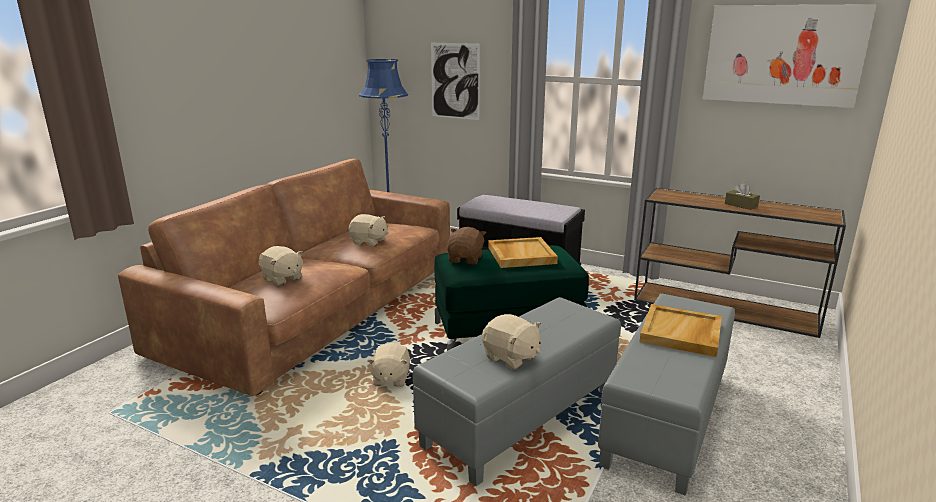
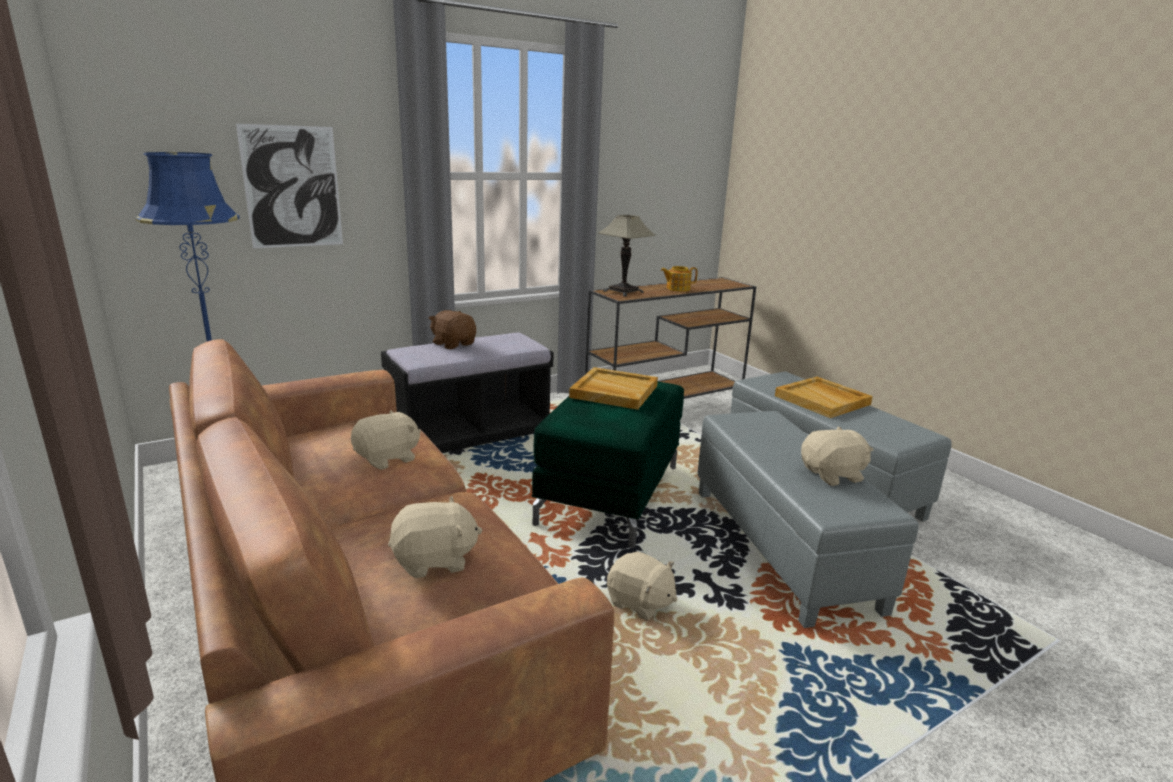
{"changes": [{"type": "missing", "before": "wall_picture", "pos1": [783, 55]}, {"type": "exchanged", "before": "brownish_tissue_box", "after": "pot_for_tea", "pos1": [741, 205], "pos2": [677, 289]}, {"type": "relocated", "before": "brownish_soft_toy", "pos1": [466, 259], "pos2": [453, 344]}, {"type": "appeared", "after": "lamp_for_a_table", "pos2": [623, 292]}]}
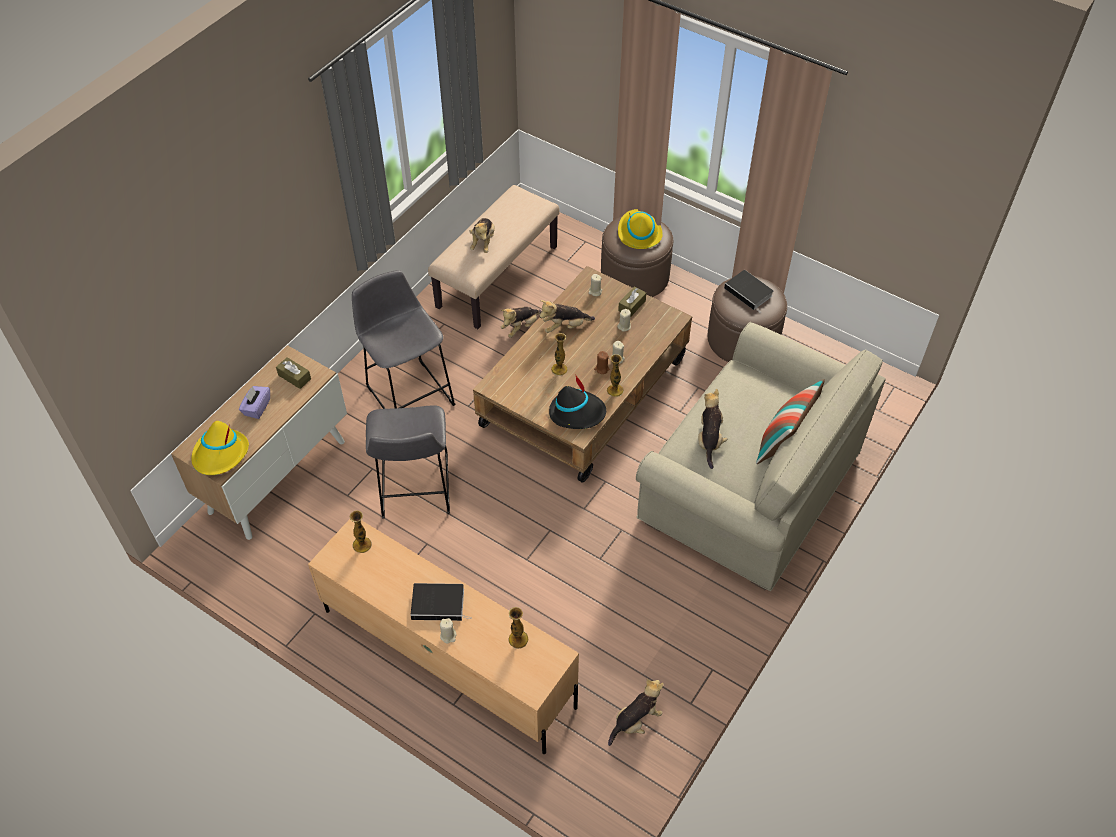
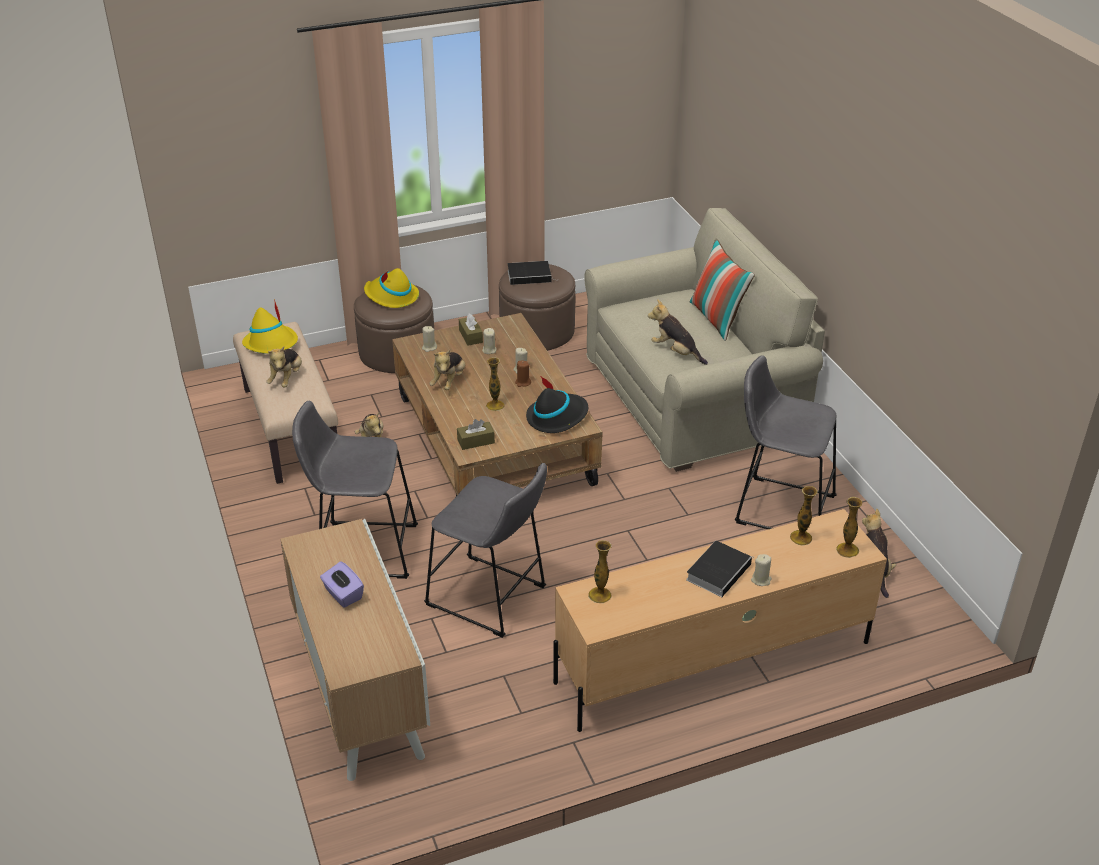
{"changes": [{"type": "spun", "before": "soft_toy", "pos1": [483, 242], "pos2": [287, 378], "turn": 60}, {"type": "relocated", "before": "decorative_vase", "pos1": [615, 390], "pos2": [847, 550]}, {"type": "relocated", "before": "brownish_tissue_box", "pos1": [294, 377], "pos2": [476, 441]}, {"type": "relocated", "before": "yellow-coloured_wearable_hat", "pos1": [220, 455], "pos2": [272, 344]}, {"type": "appeared", "after": "greyish_stool_seat", "pos2": [779, 507]}]}
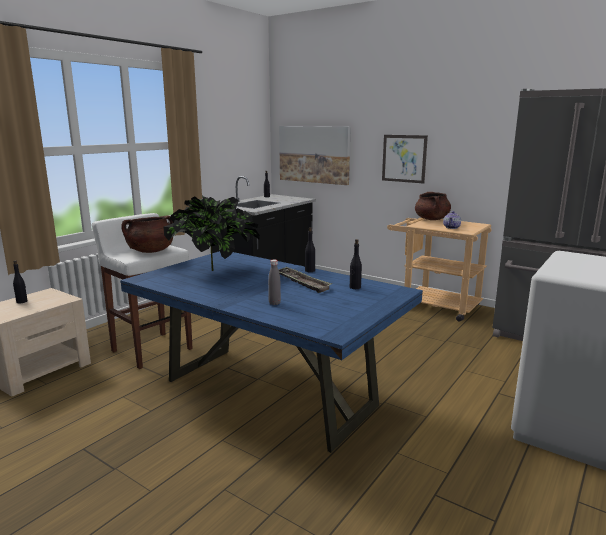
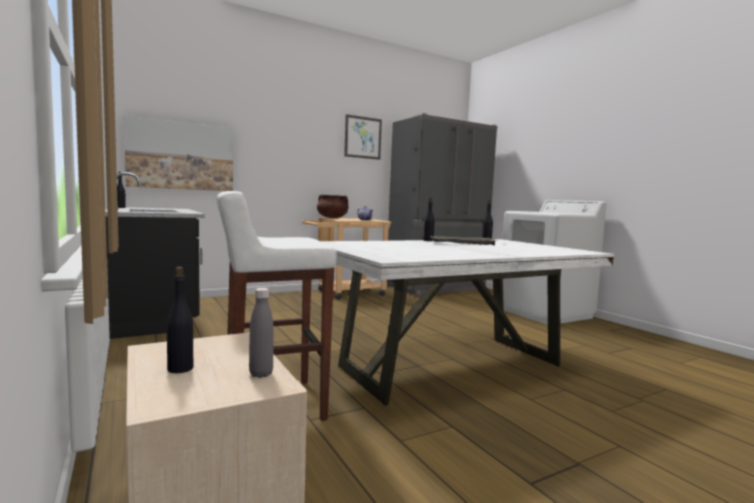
{"changes": [{"type": "relocated", "before": "wall_picture", "pos1": [404, 158], "pos2": [363, 137]}, {"type": "missing", "before": "houseplant", "pos1": [215, 270]}, {"type": "missing", "before": "brownish_cooking_pot", "pos1": [150, 251]}, {"type": "colour", "before": "blue_dinner_table", "after": "white_dinner_table", "pos1": [267, 393], "pos2": [451, 367]}, {"type": "relocated", "before": "greyish_bottle", "pos1": [274, 303], "pos2": [261, 374]}]}
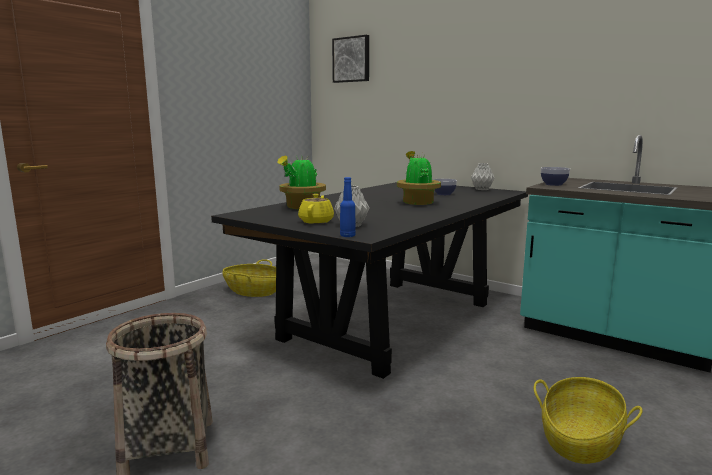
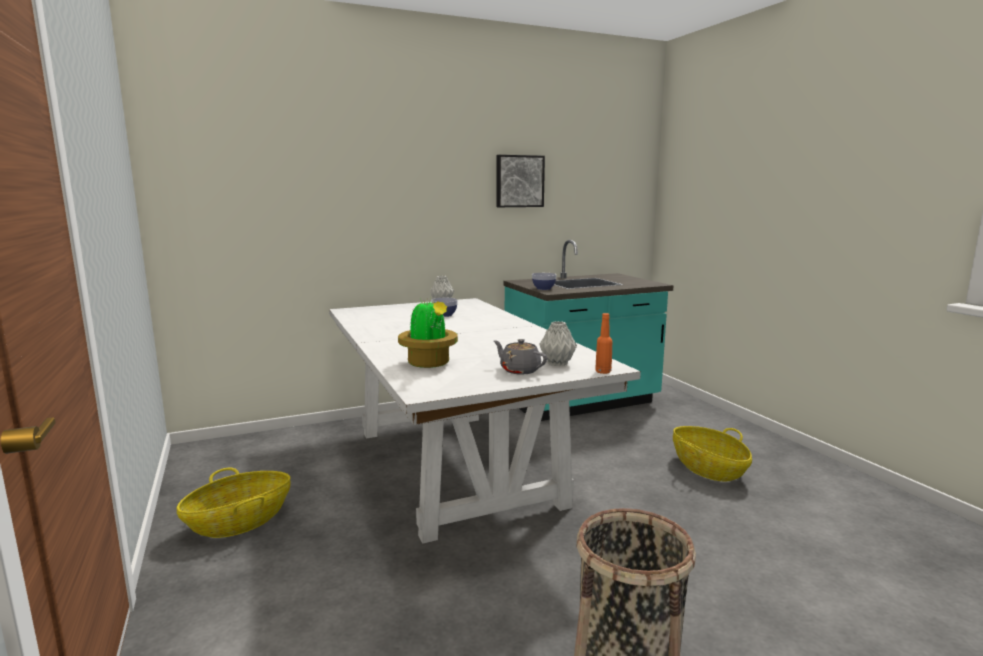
{"changes": [{"type": "relocated", "before": "wall_picture", "pos1": [352, 59], "pos2": [519, 181]}, {"type": "missing", "before": "houseplant", "pos1": [417, 203]}, {"type": "colour", "before": "blue_bottle", "after": "orange_bottle", "pos1": [347, 236], "pos2": [603, 372]}, {"type": "colour", "before": "black_dinner_table", "after": "white_dinner_table", "pos1": [389, 321], "pos2": [455, 467]}, {"type": "colour", "before": "yellow-coloured_pot_for_tea", "after": "greyish_pot_for_tea", "pos1": [316, 221], "pos2": [519, 370]}]}
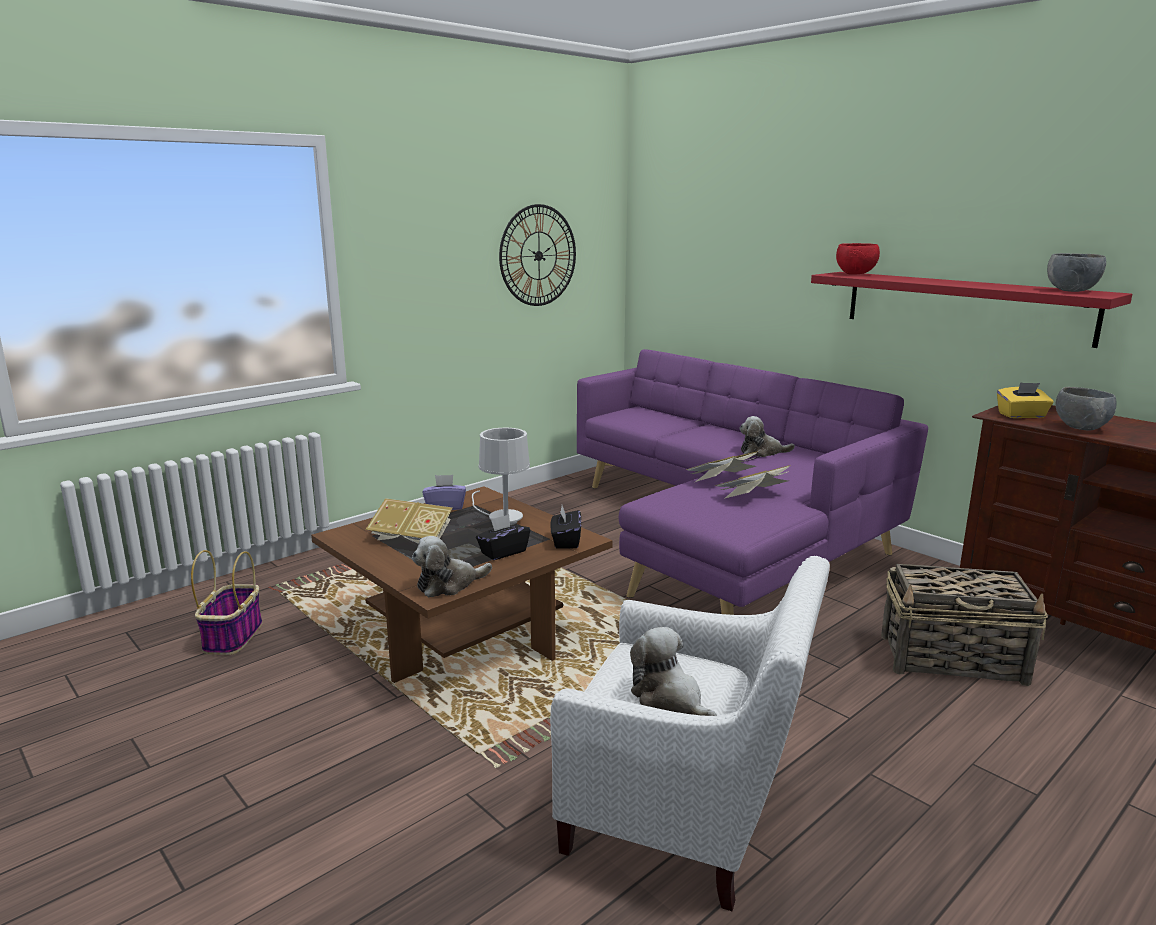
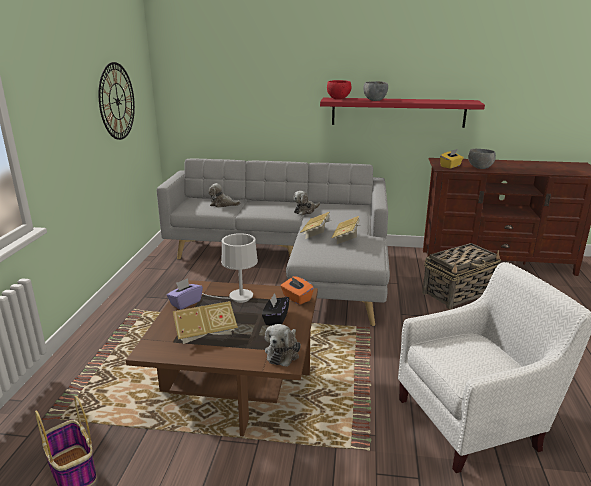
{"changes": [{"type": "relocated", "before": "greyish_bowl", "pos1": [1070, 290], "pos2": [374, 100]}, {"type": "colour", "before": "purple-coloured_settee", "after": "greyish_settee", "pos1": [727, 537], "pos2": [293, 266]}, {"type": "colour", "before": "black_tissue_box", "after": "orange_tissue_box", "pos1": [566, 541], "pos2": [296, 298]}, {"type": "relocated", "before": "soft_toy", "pos1": [670, 699], "pos2": [222, 204]}]}
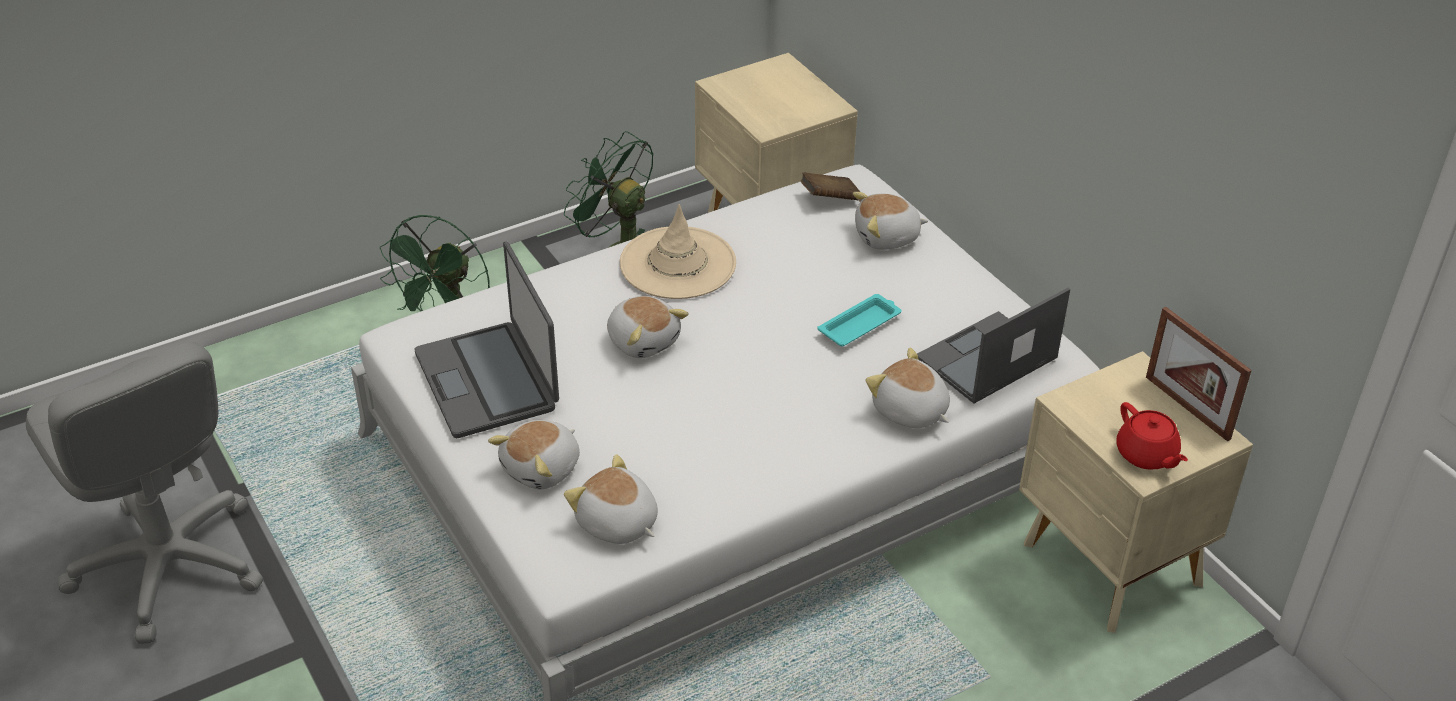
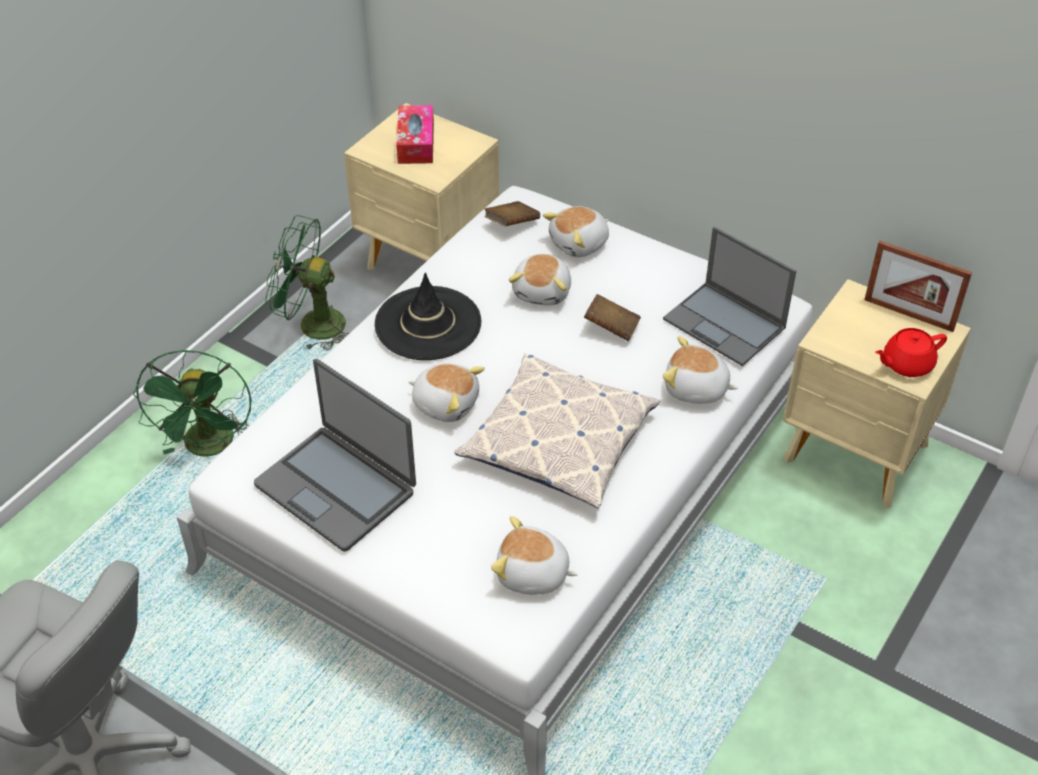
{"changes": [{"type": "colour", "before": "sand-coloured_wearable_hat", "after": "black_wearable_hat", "pos1": [677, 263], "pos2": [428, 324]}, {"type": "spun", "before": "portable_computer", "pos1": [985, 359], "pos2": [725, 324], "turn": -75}, {"type": "exchanged", "before": "turquoise_serving_tray", "after": "brownish_book", "pos1": [860, 324], "pos2": [611, 328]}, {"type": "spun", "before": "red_pot_for_tea", "pos1": [1146, 455], "pos2": [906, 364], "turn": 120}, {"type": "relocated", "before": "soft_toy", "pos1": [542, 468], "pos2": [543, 291]}, {"type": "appeared", "after": "tissue_box", "pos2": [416, 143]}, {"type": "appeared", "after": "throw_pillow", "pos2": [558, 440]}]}
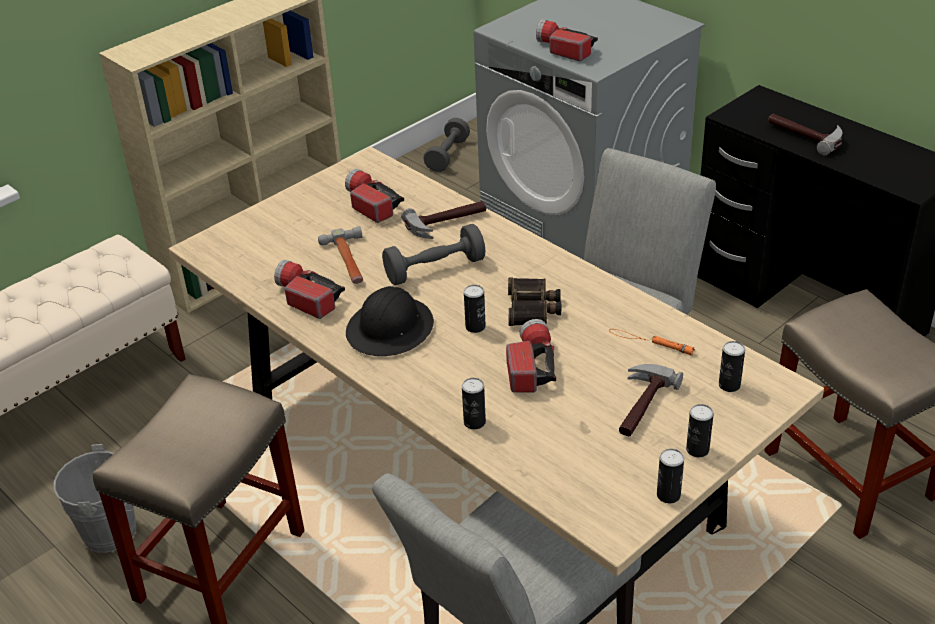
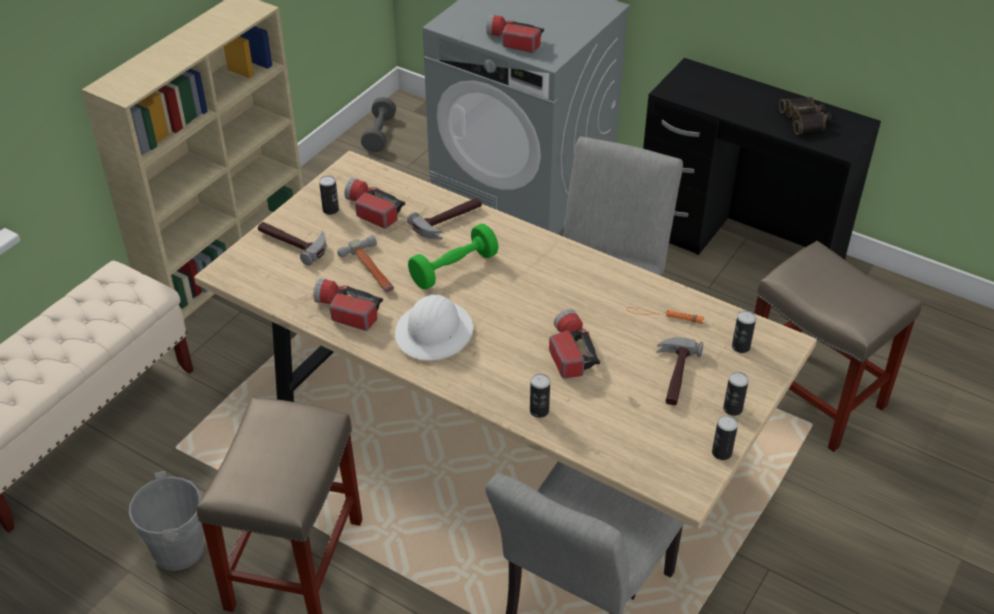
{"changes": [{"type": "relocated", "before": "hammer", "pos1": [805, 136], "pos2": [294, 243]}, {"type": "colour", "before": "greyish_hand_weight", "after": "greenish_hand_weight", "pos1": [435, 269], "pos2": [454, 269]}, {"type": "relocated", "before": "field_glasses", "pos1": [533, 308], "pos2": [805, 120]}, {"type": "relocated", "before": "sealed_can", "pos1": [475, 327], "pos2": [330, 210]}, {"type": "colour", "before": "black_safety_helmet", "after": "white_safety_helmet", "pos1": [390, 329], "pos2": [434, 332]}]}
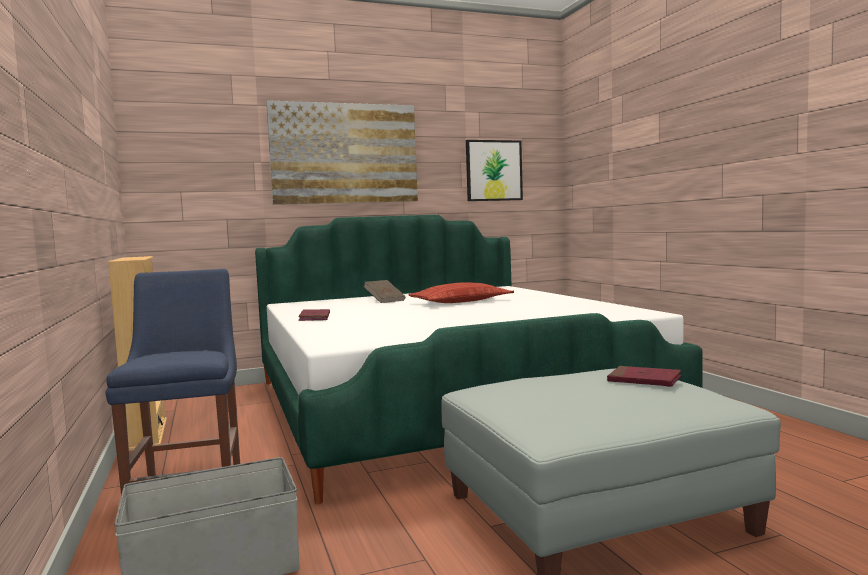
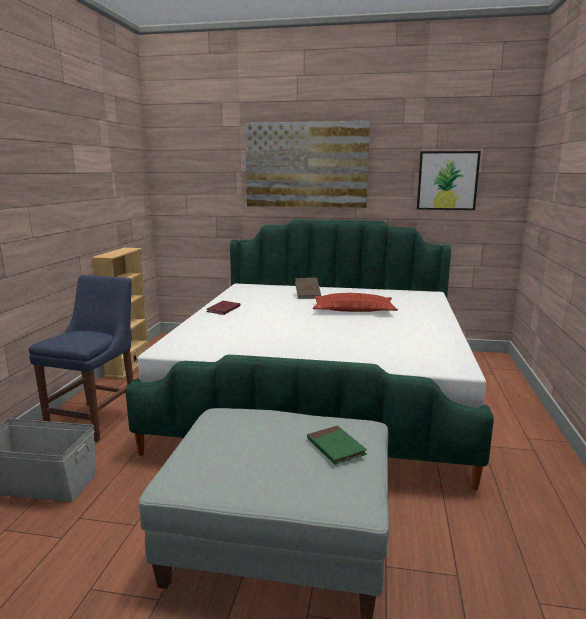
{"changes": [{"type": "colour", "before": "red_book", "after": "greenish_book", "pos1": [644, 380], "pos2": [336, 447]}]}
